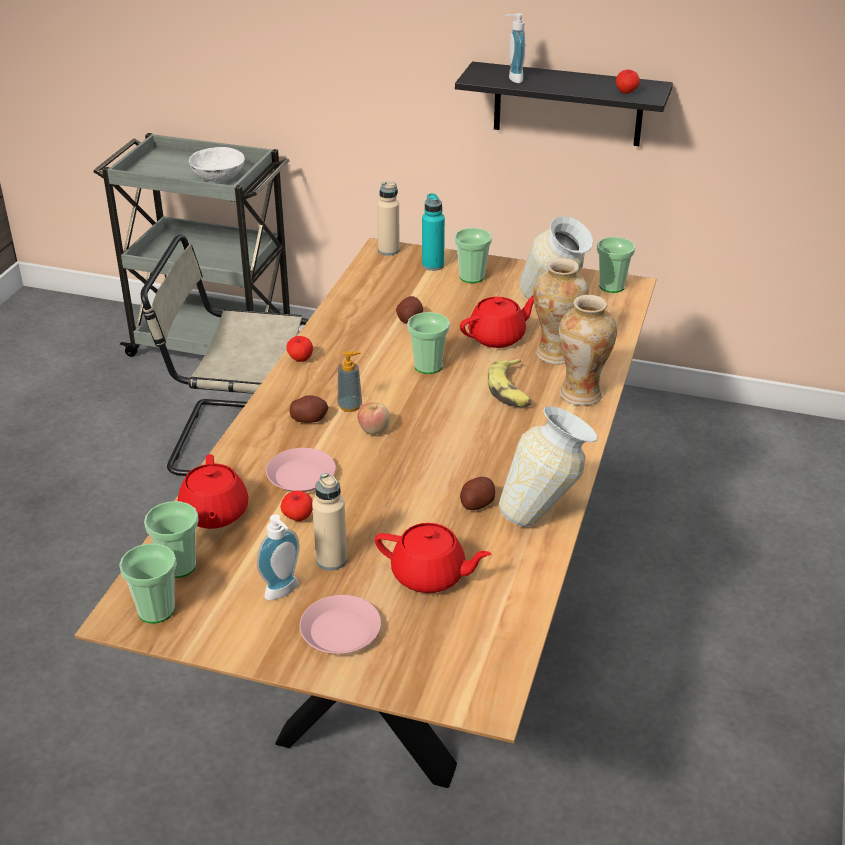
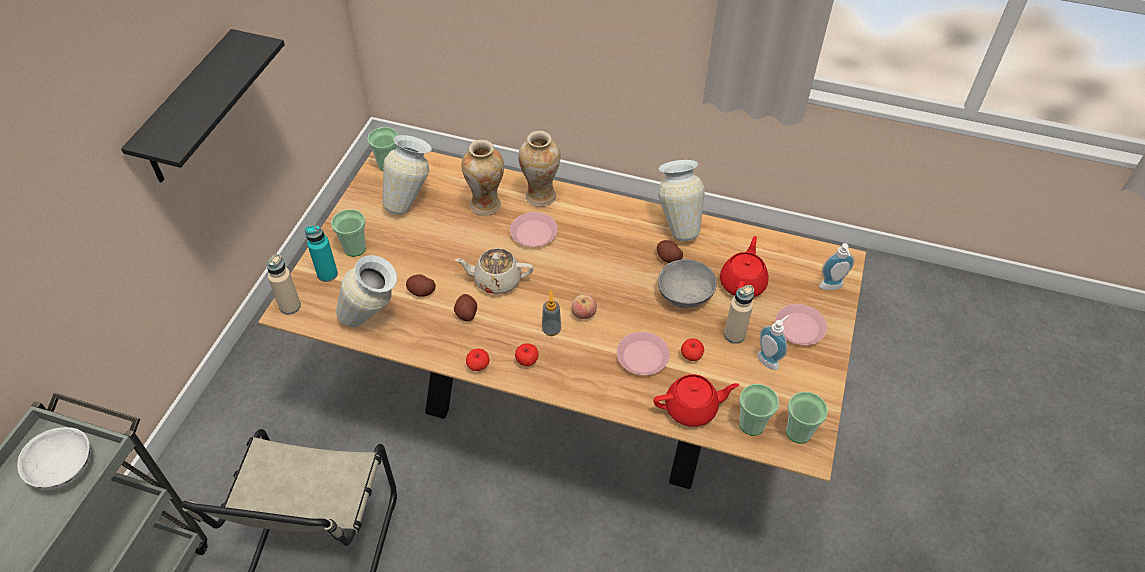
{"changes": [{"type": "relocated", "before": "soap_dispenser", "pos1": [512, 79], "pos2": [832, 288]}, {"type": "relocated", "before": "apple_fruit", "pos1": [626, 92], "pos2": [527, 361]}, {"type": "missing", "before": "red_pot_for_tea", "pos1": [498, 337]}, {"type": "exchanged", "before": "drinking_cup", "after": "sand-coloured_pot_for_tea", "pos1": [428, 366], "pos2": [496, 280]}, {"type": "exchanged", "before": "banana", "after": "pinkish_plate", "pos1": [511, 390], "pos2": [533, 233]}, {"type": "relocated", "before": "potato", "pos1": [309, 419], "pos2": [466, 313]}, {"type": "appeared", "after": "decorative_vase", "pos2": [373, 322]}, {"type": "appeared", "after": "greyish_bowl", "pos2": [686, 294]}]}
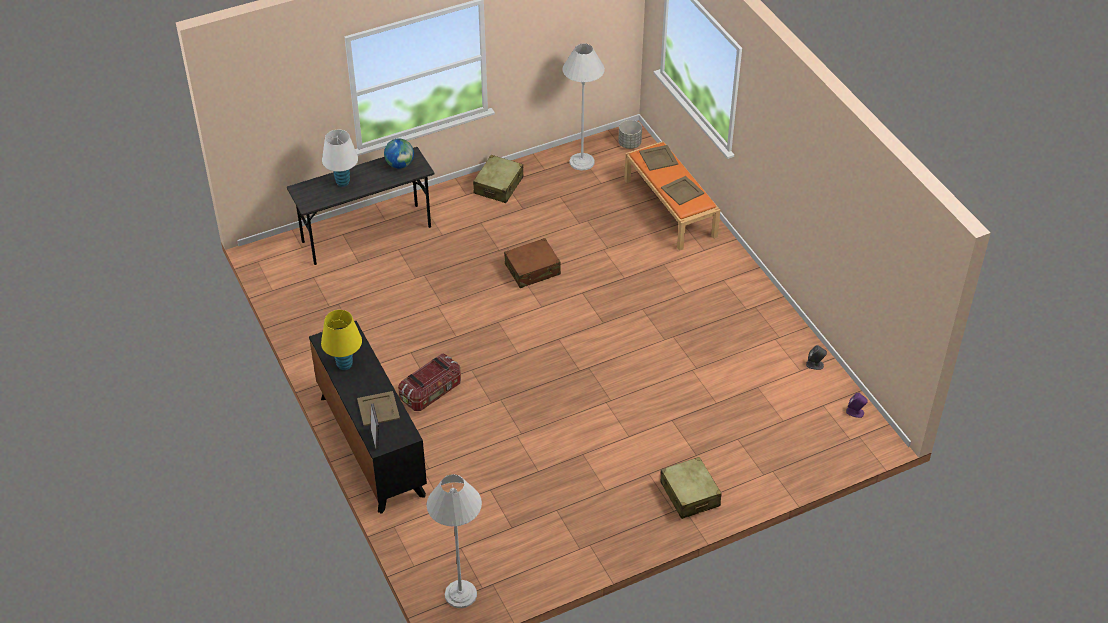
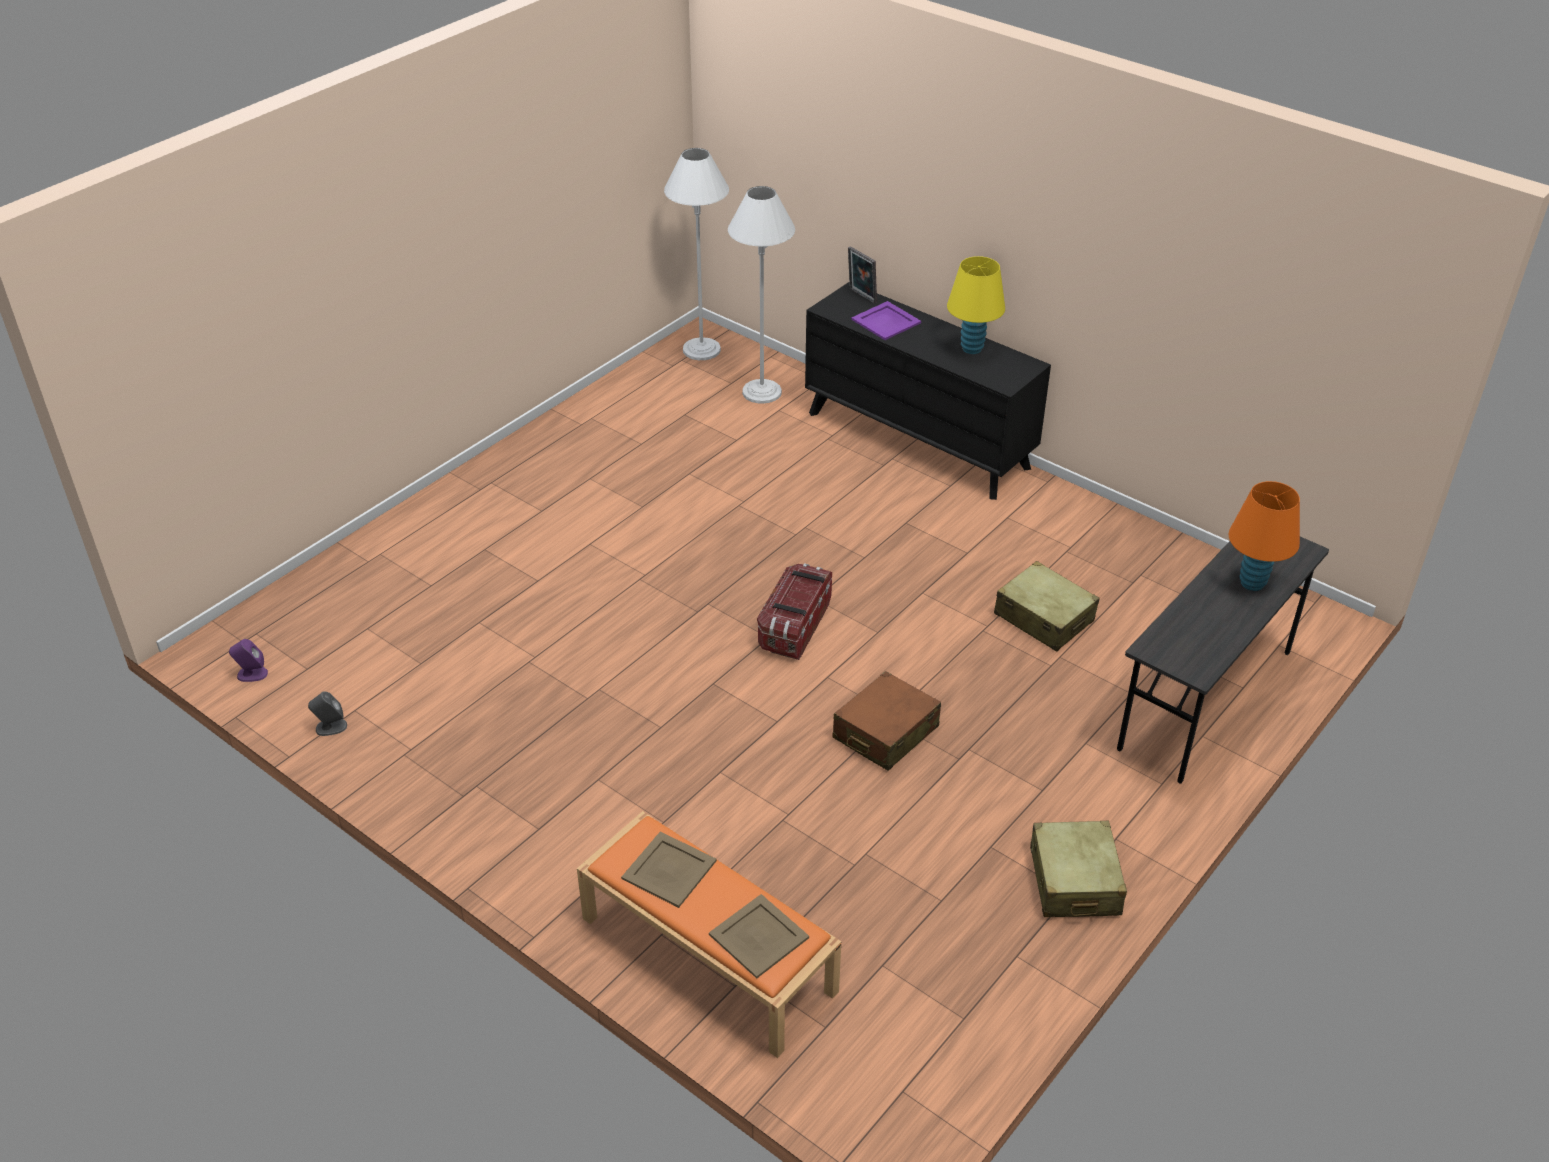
{"changes": [{"type": "relocated", "before": "white_standard_lamp", "pos1": [581, 162], "pos2": [762, 392]}, {"type": "missing", "before": "greyish_planter", "pos1": [629, 144]}, {"type": "colour", "before": "white_lamp_for_a_table", "after": "orange_lamp_for_a_table", "pos1": [342, 182], "pos2": [1252, 583]}, {"type": "missing", "before": "globe", "pos1": [400, 164]}, {"type": "relocated", "before": "storage_bin", "pos1": [431, 392], "pos2": [794, 626]}, {"type": "colour", "before": "sand-coloured_serving_tray", "after": "purple-coloured_serving_tray", "pos1": [378, 409], "pos2": [885, 321]}, {"type": "relocated", "before": "sand-coloured_travel_case", "pos1": [690, 494], "pos2": [1044, 618]}]}
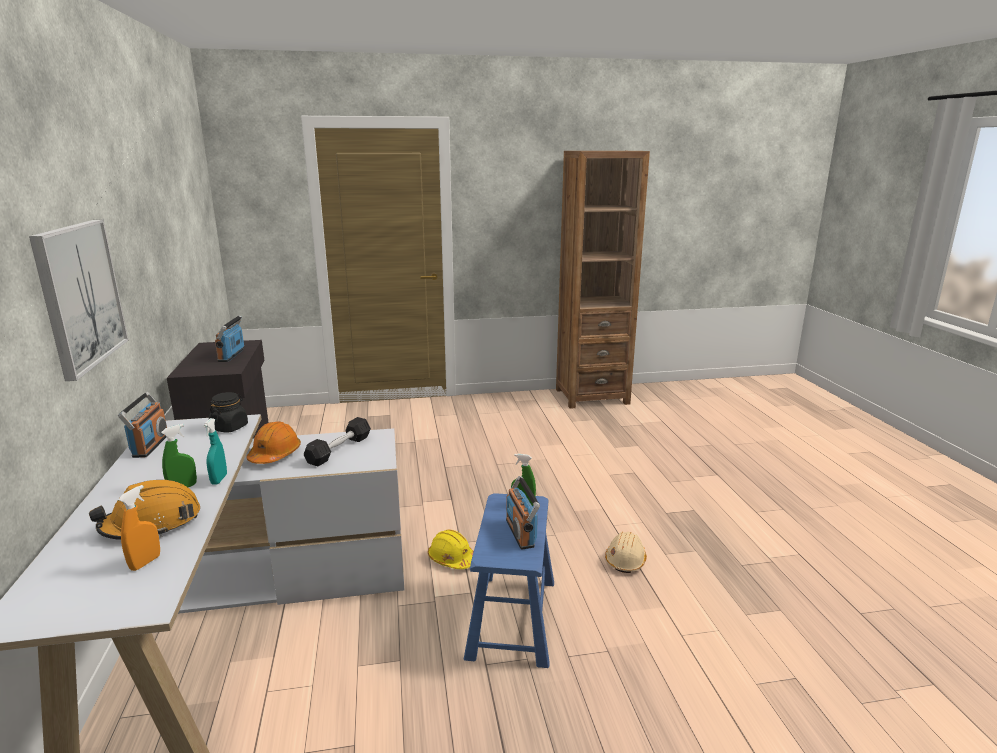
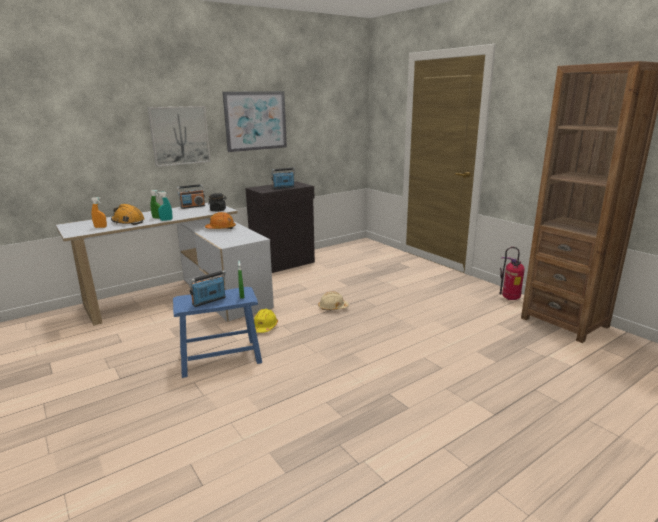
{"changes": [{"type": "missing", "before": "black_hand_weight", "pos1": [339, 450]}, {"type": "relocated", "before": "sand-coloured_safety_helmet", "pos1": [625, 560], "pos2": [333, 308]}, {"type": "appeared", "after": "wall_picture", "pos2": [255, 121]}, {"type": "appeared", "after": "extinguisher", "pos2": [509, 299]}]}
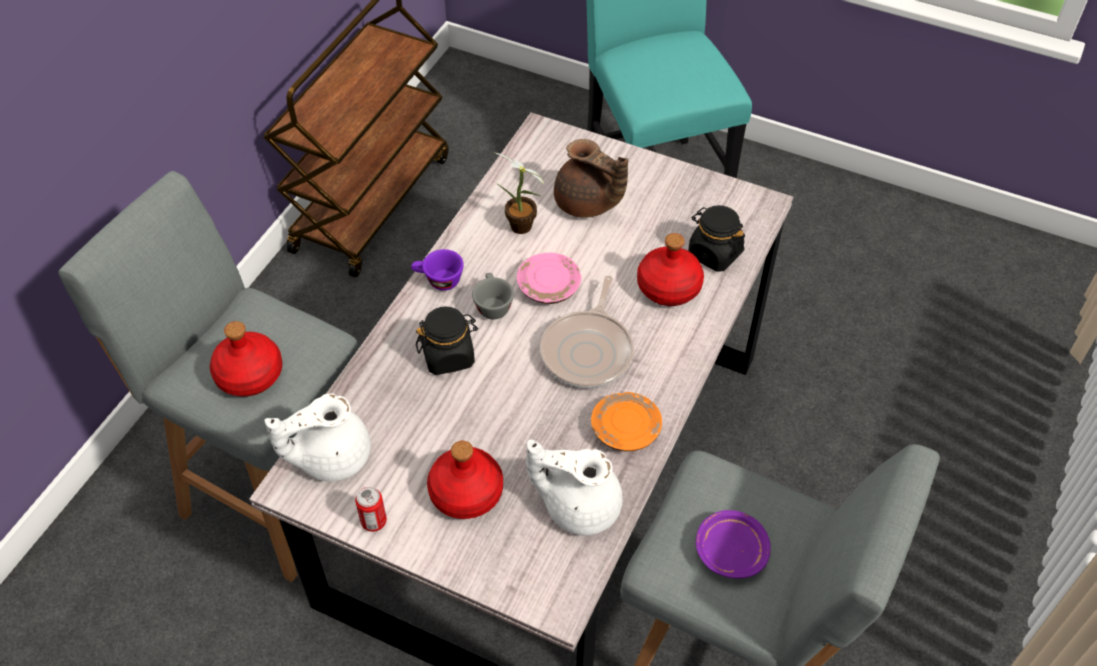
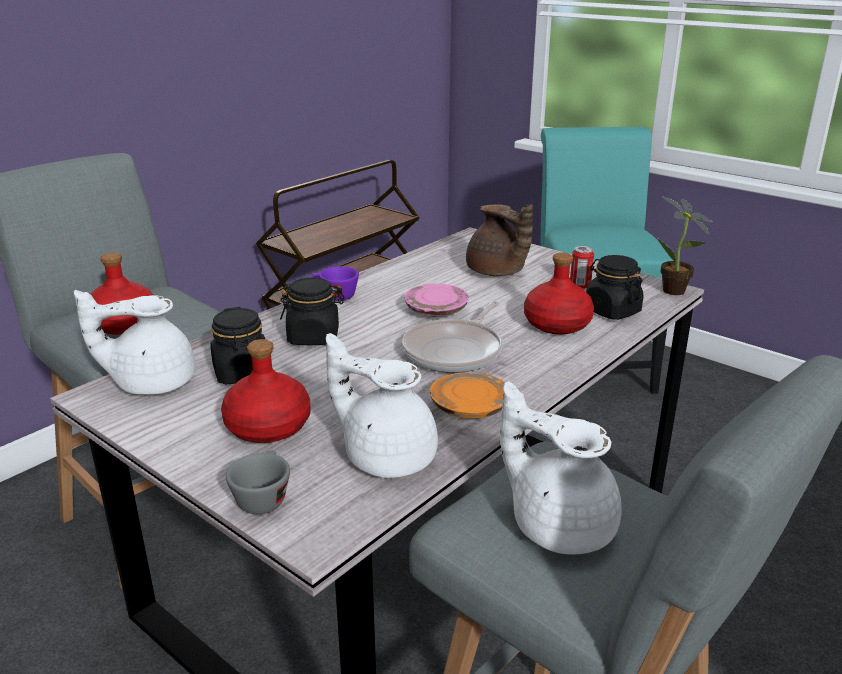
{"changes": [{"type": "relocated", "before": "houseplant", "pos1": [523, 229], "pos2": [676, 292]}, {"type": "relocated", "before": "greyish_drinking_cup", "pos1": [492, 305], "pos2": [263, 497]}, {"type": "relocated", "before": "sealed_can", "pos1": [374, 521], "pos2": [580, 286]}, {"type": "exchanged", "before": "purple-coloured_plate", "after": "white_pot_for_tea", "pos1": [730, 550], "pos2": [559, 524]}, {"type": "appeared", "after": "black_jar", "pos2": [242, 373]}]}
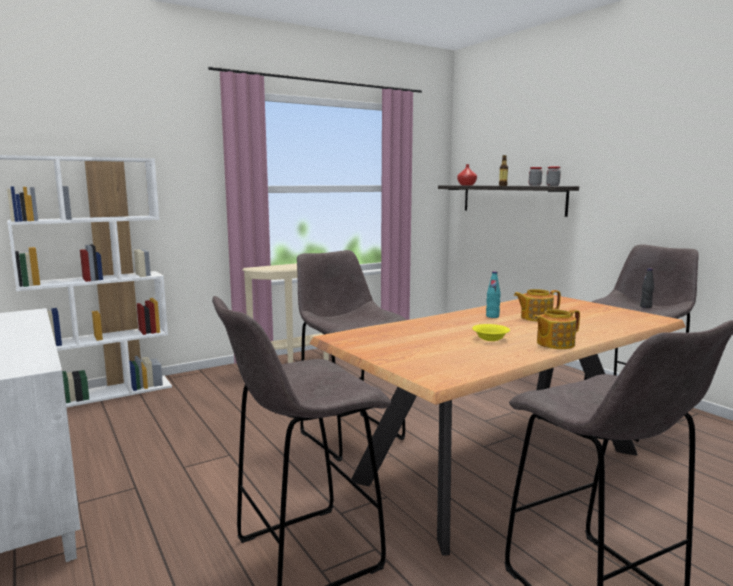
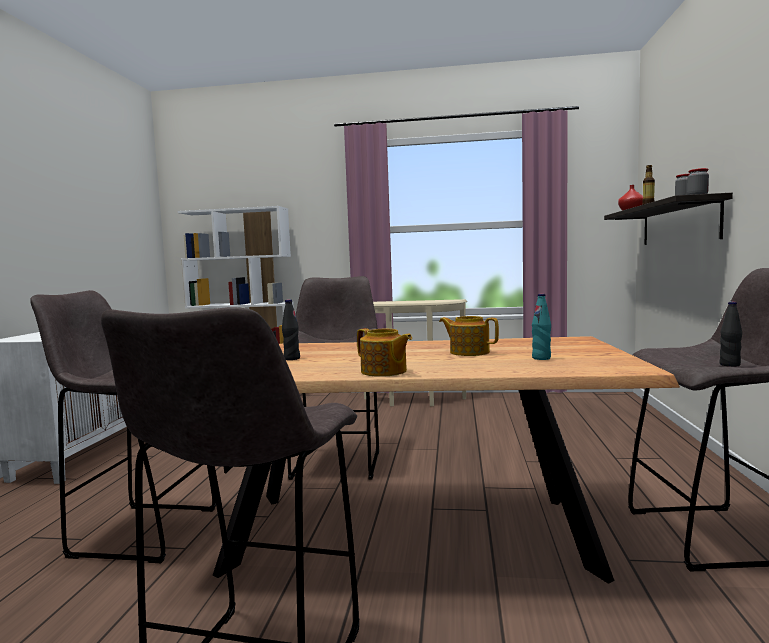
{"changes": [{"type": "relocated", "before": "turquoise_bottle", "pos1": [492, 316], "pos2": [541, 358]}, {"type": "spun", "before": "pot_for_tea", "pos1": [554, 344], "pos2": [384, 372], "turn": -150}, {"type": "missing", "before": "yellow-coloured_bowl", "pos1": [491, 338]}, {"type": "appeared", "after": "black_bottle", "pos2": [292, 358]}]}
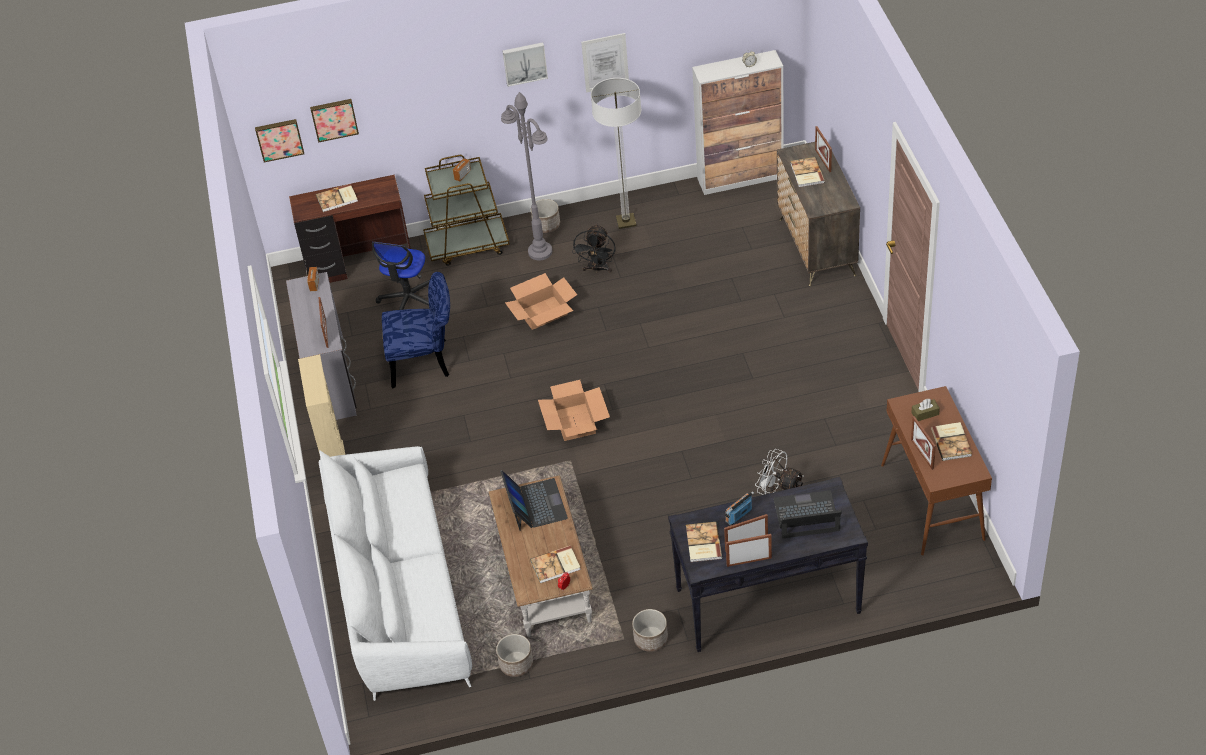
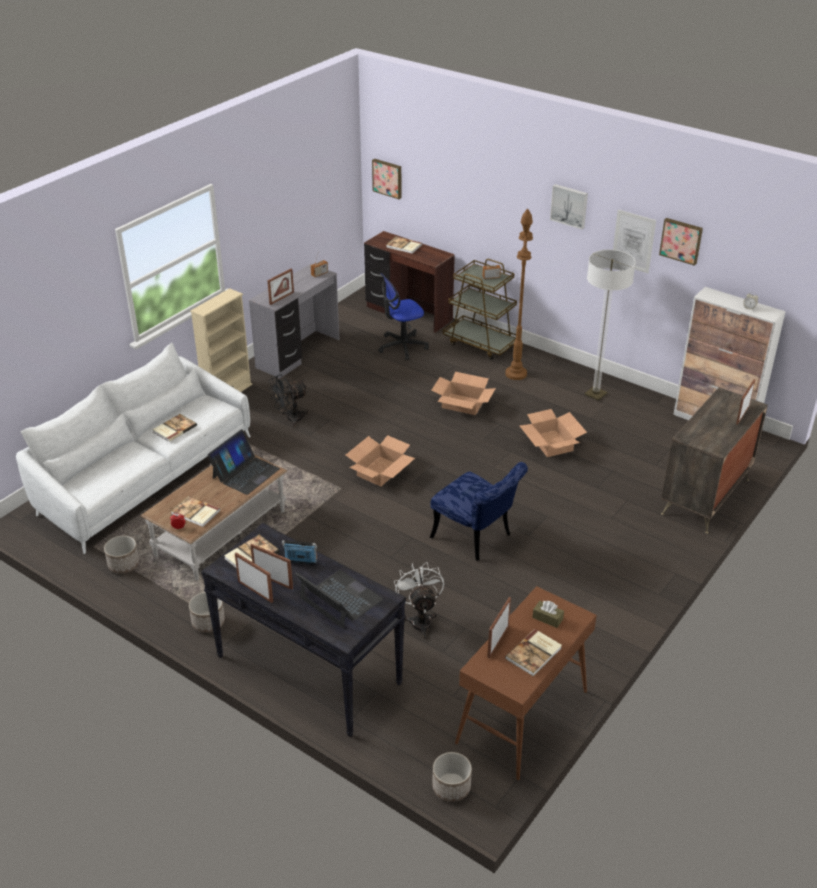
{"changes": [{"type": "colour", "before": "greyish_standard_lamp", "after": "brownish_standard_lamp", "pos1": [540, 252], "pos2": [516, 374]}, {"type": "relocated", "before": "wall_picture", "pos1": [334, 119], "pos2": [681, 240]}, {"type": "relocated", "before": "book", "pos1": [806, 173], "pos2": [174, 429]}, {"type": "relocated", "before": "planter", "pos1": [546, 225], "pos2": [451, 787]}, {"type": "relocated", "before": "black_fan", "pos1": [597, 269], "pos2": [290, 419]}, {"type": "relocated", "before": "blue_upright_chair", "pos1": [426, 362], "pos2": [476, 538]}, {"type": "appeared", "after": "cardboard_box", "pos2": [551, 443]}]}
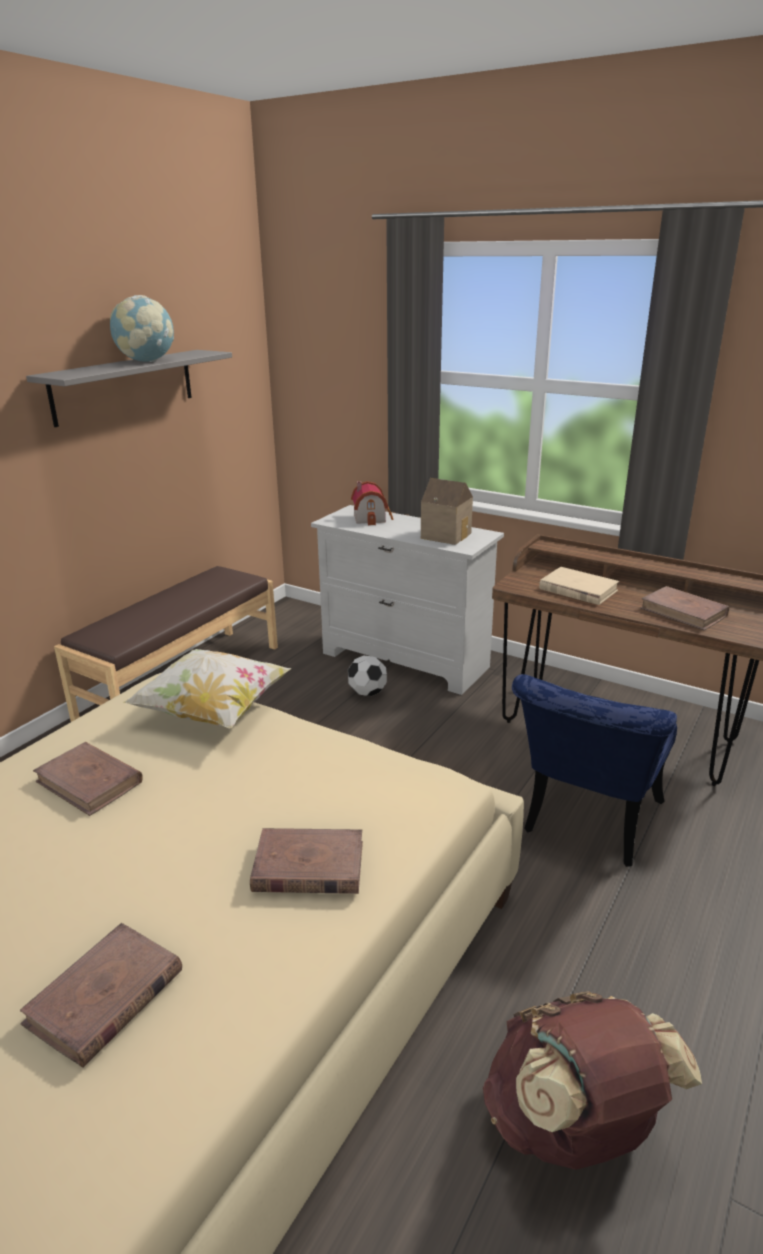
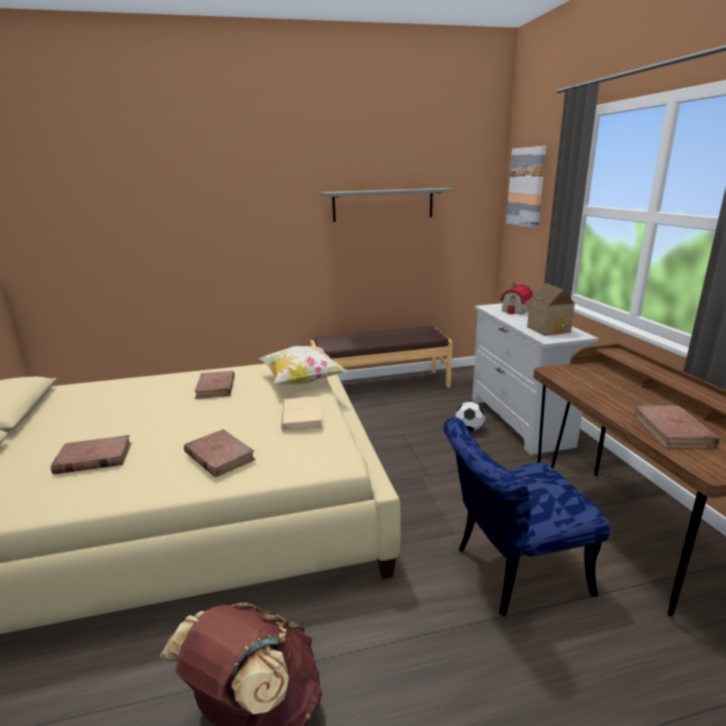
{"changes": [{"type": "missing", "before": "globe", "pos1": [146, 361]}, {"type": "relocated", "before": "sand-coloured_book", "pos1": [577, 590], "pos2": [302, 416]}, {"type": "appeared", "after": "wall_picture", "pos2": [526, 187]}]}
